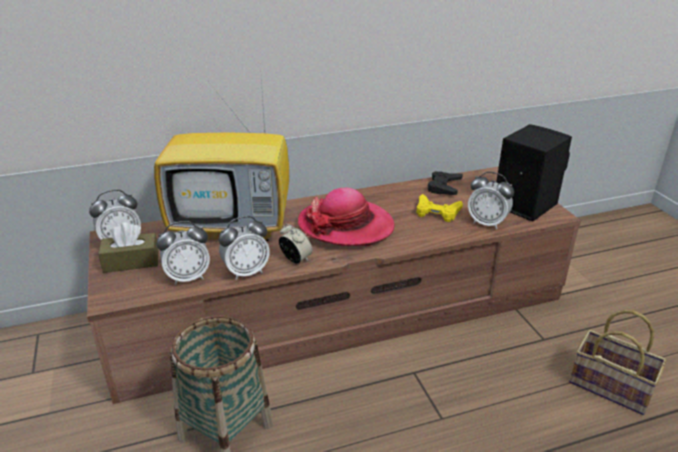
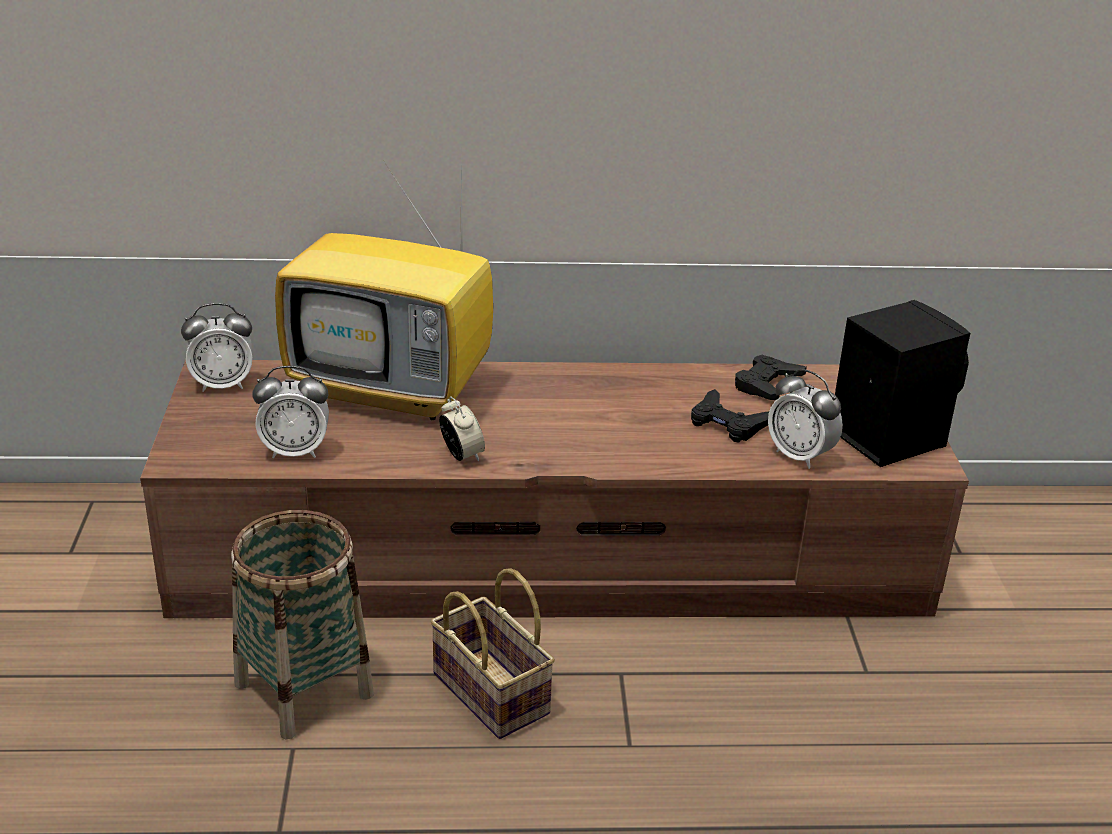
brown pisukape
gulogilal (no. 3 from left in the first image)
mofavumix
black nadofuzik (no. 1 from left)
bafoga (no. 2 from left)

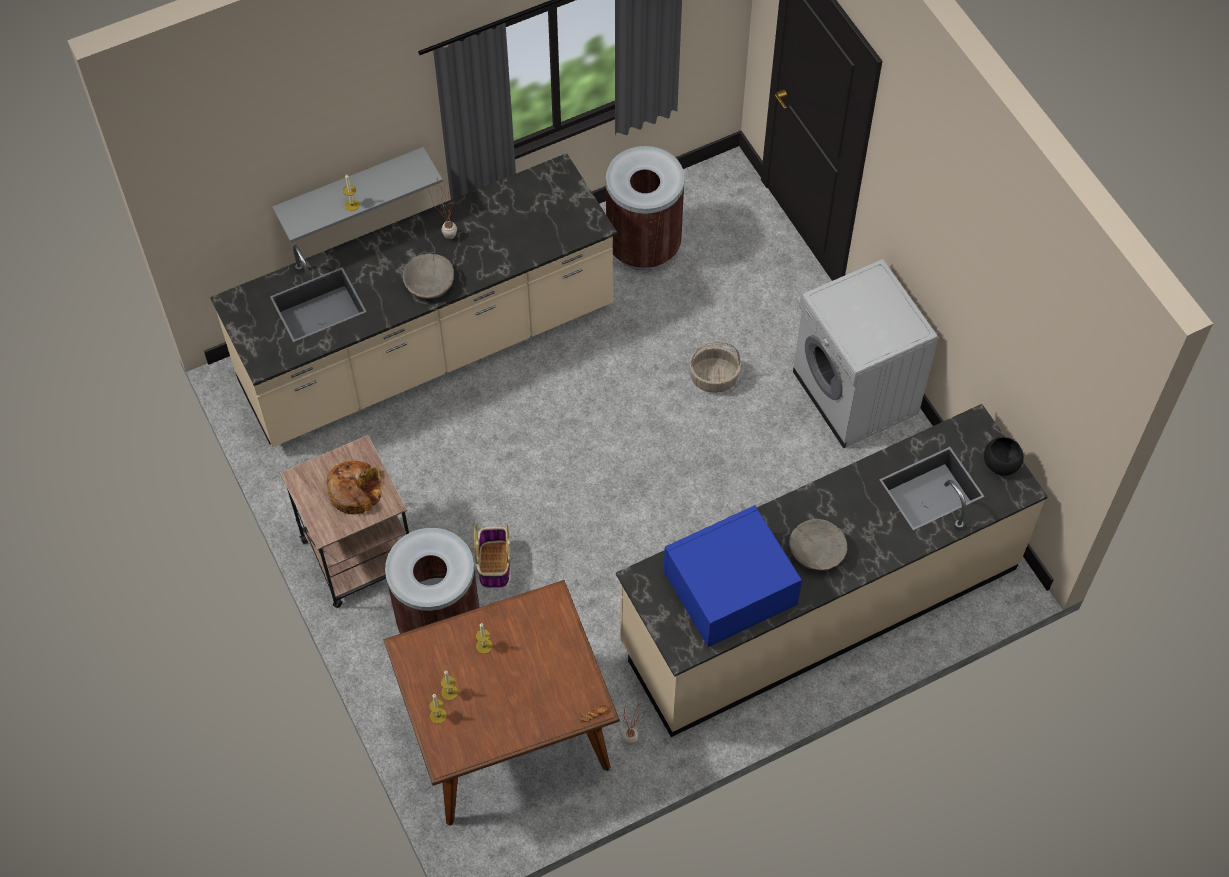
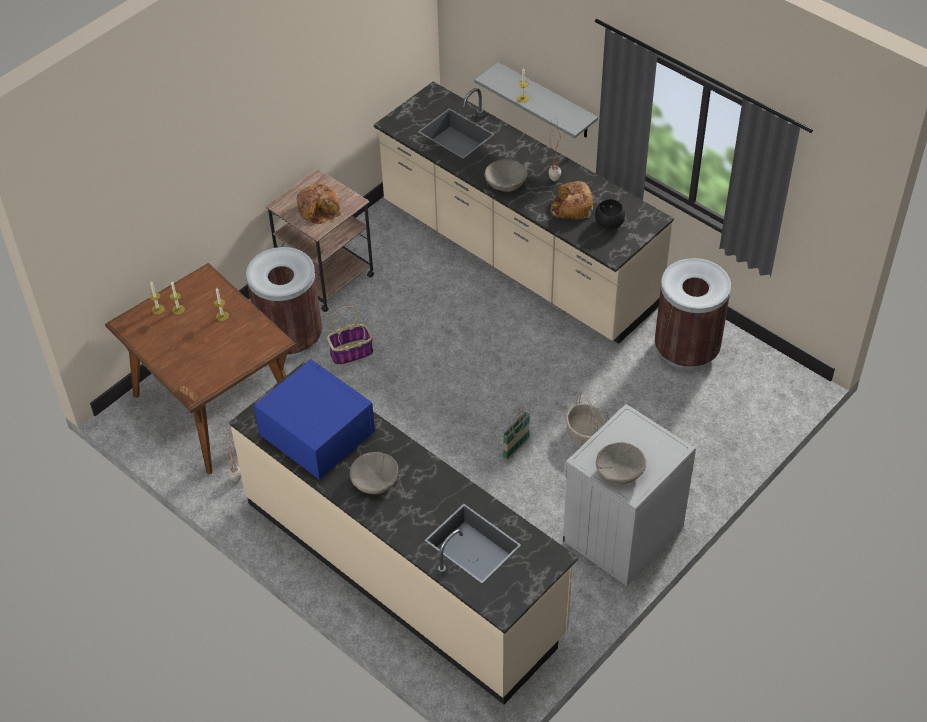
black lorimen
bafoga (no. 2 from left)
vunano (no. 3 from left)
beige lorimen (no. 3 from left)

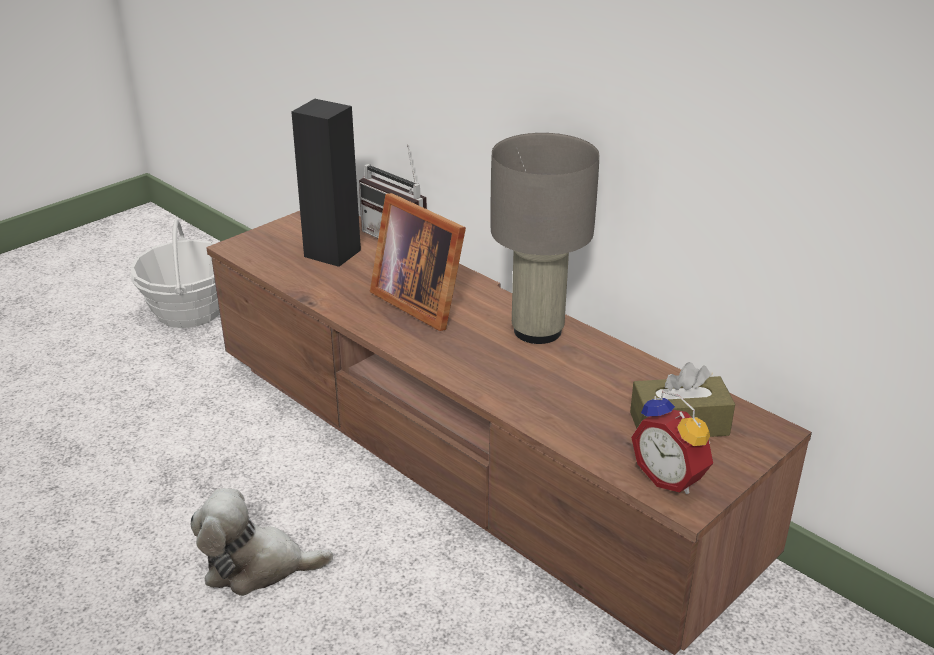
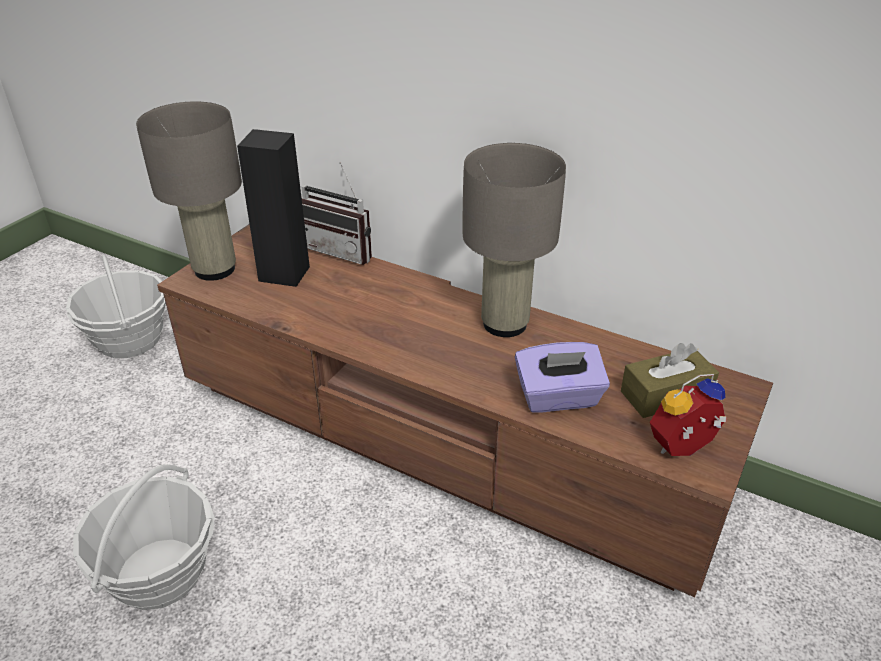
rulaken
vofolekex
gulogilal
bafoga (no. 2 from left)
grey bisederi (no. 1 from left)
purple pisukape

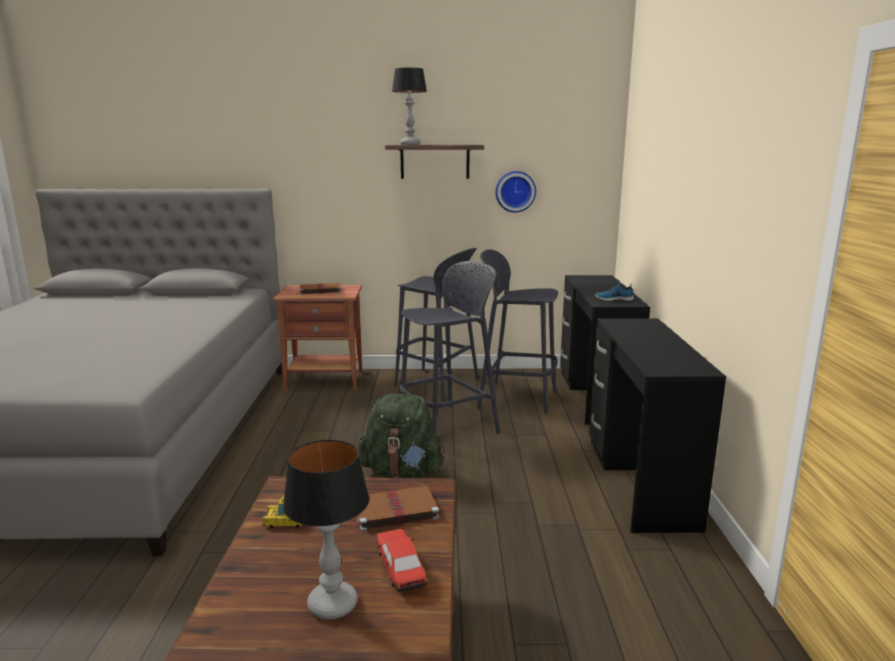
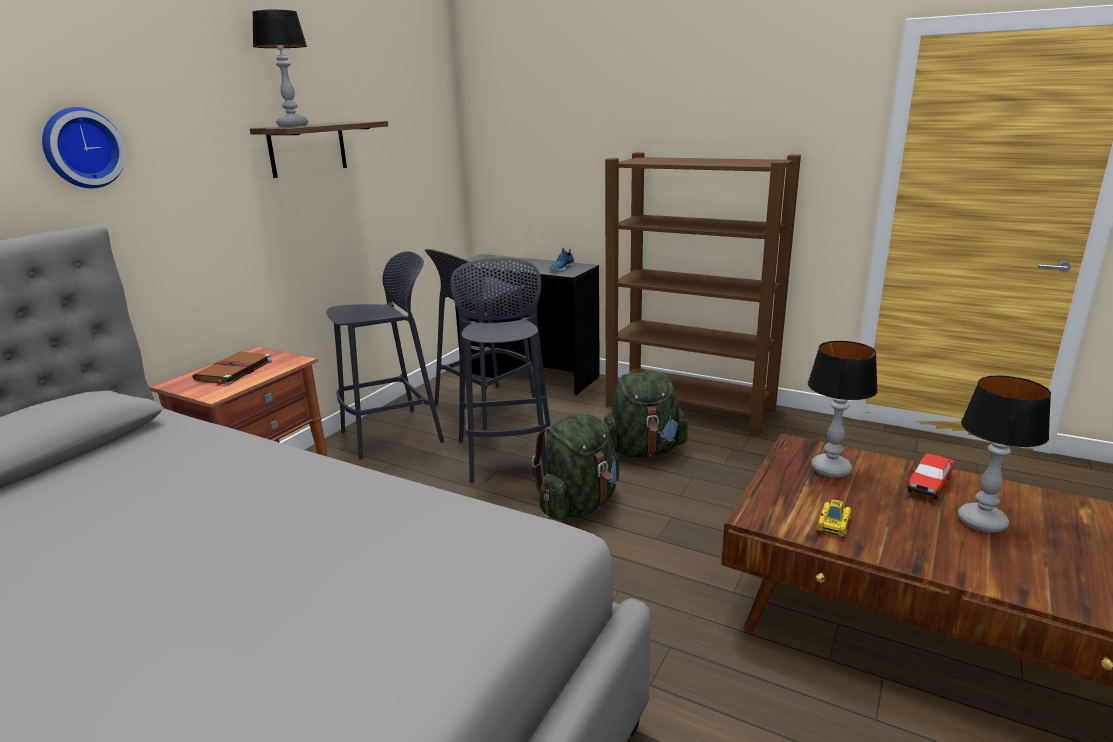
bisederi (no. 2 from left)
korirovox (no. 2 from left)
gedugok
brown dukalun
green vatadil (no. 2 from left)

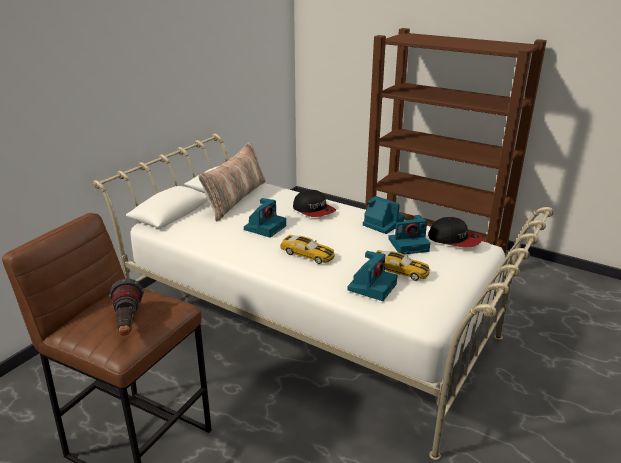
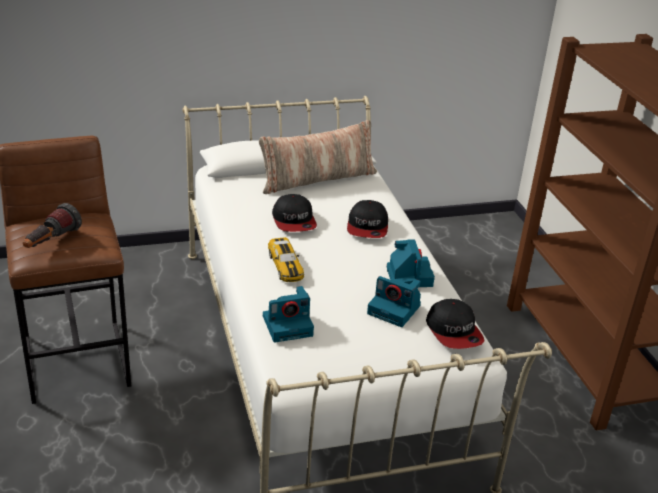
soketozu (no. 1 from left)
korirovox (no. 2 from left in the first image)

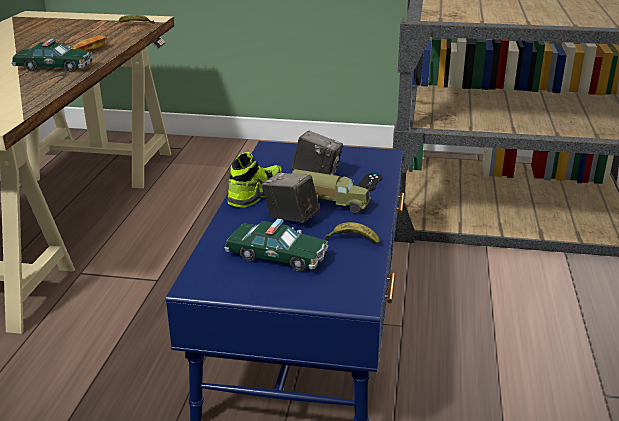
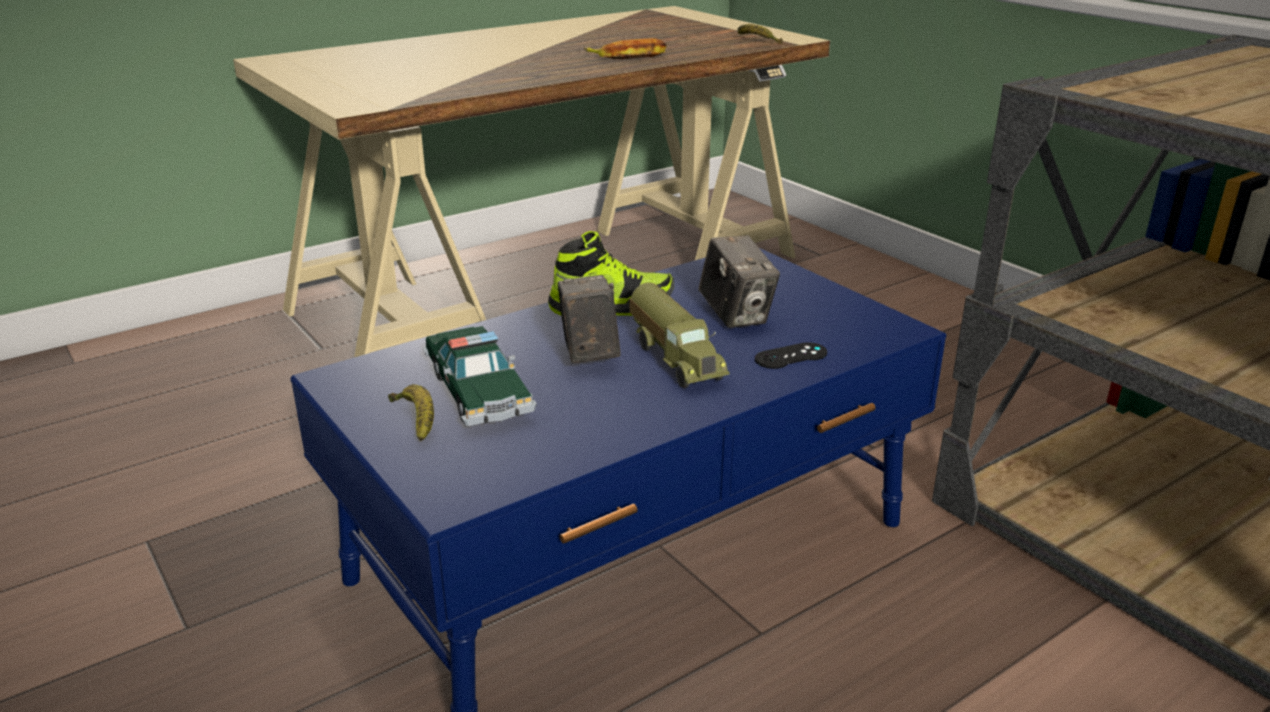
korirovox (no. 1 from left in the first image)
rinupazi (no. 1 from left)

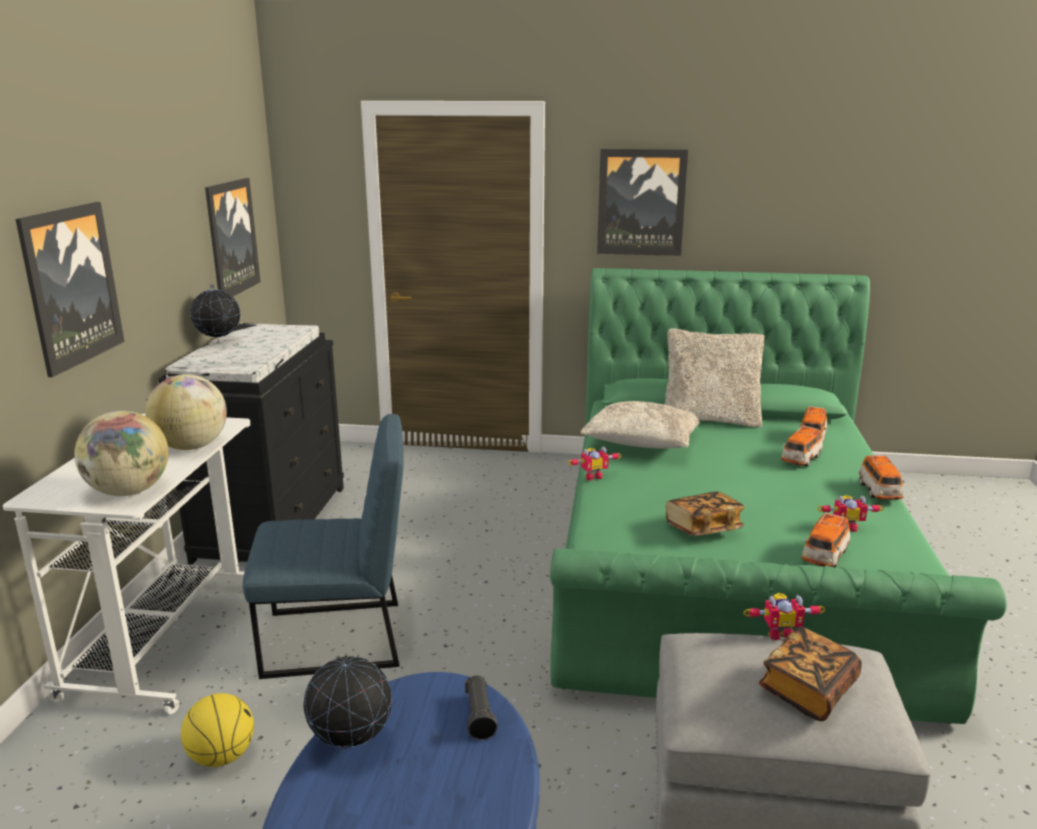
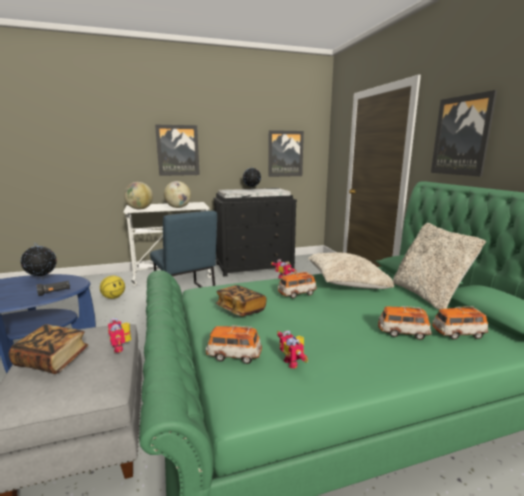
korirovox (no. 2 from left)

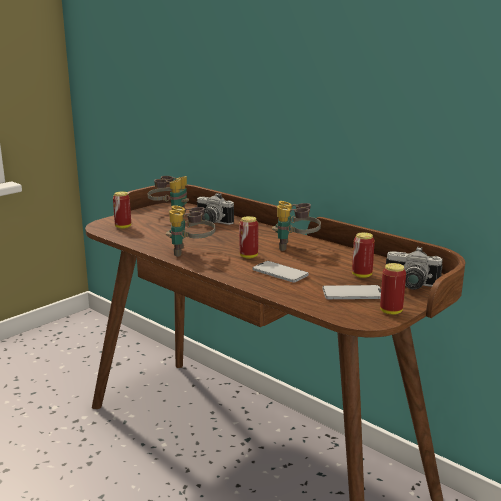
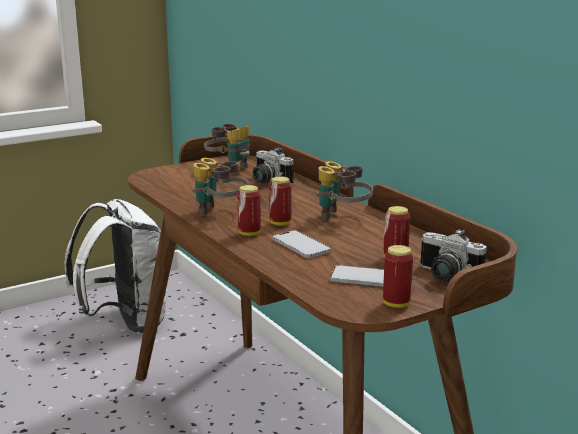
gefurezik (no. 1 from left)
white vatadil

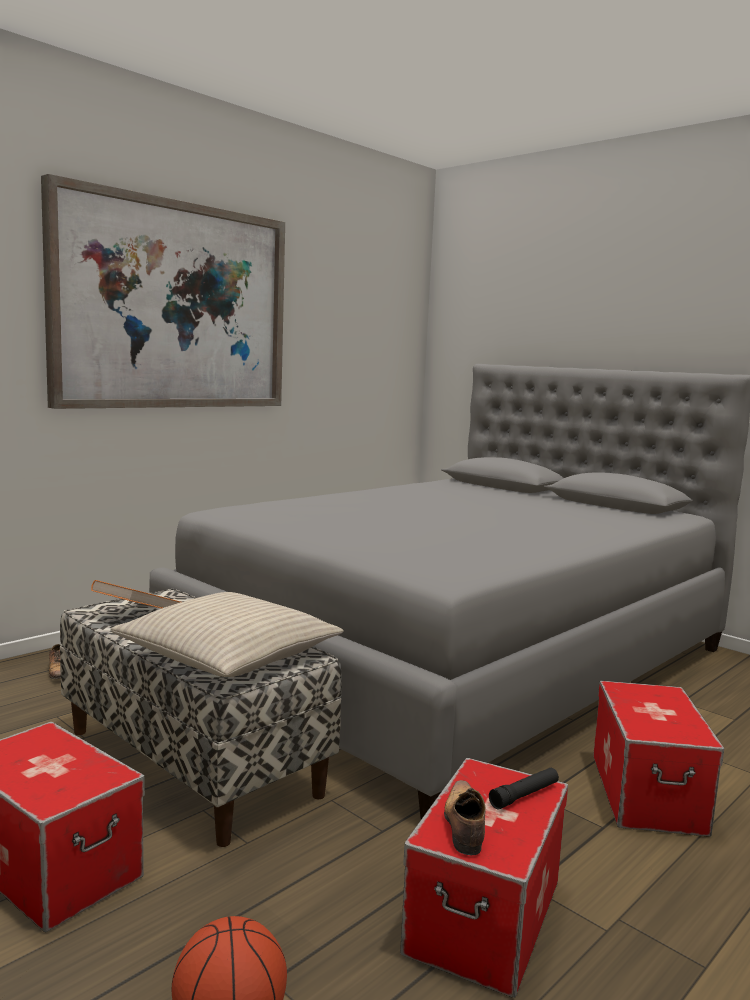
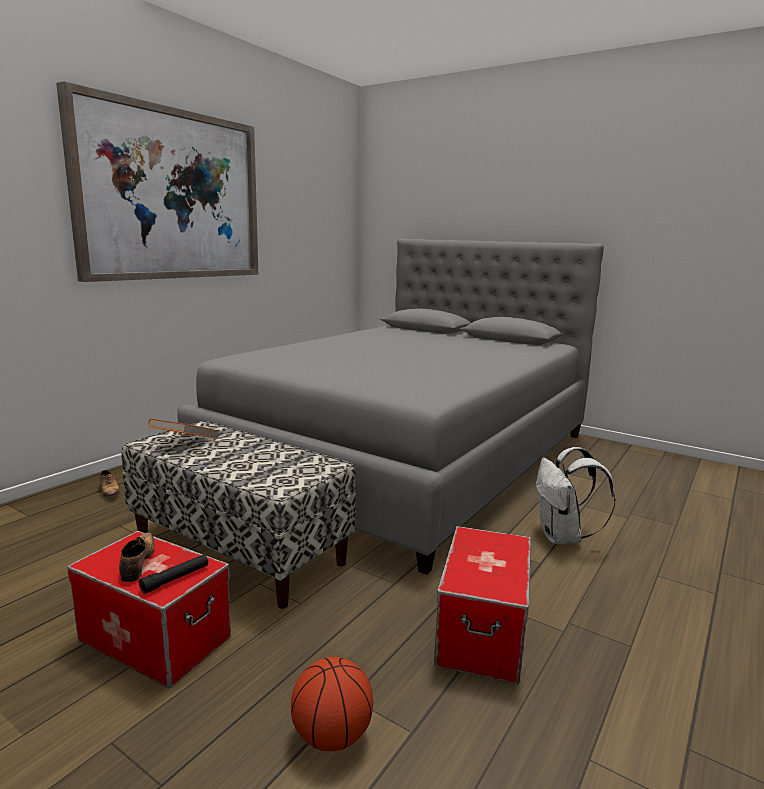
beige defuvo
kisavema (no. 2 from left)
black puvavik
white vatadil

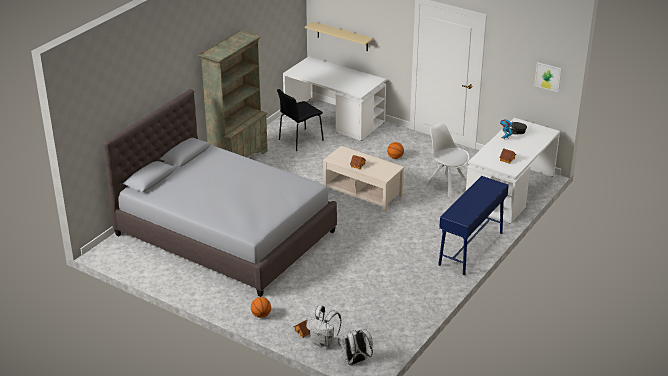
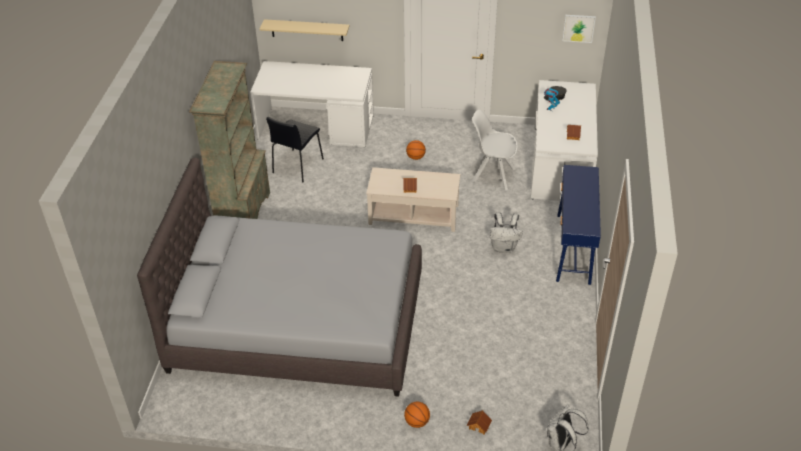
white vatadil (no. 1 from left)

